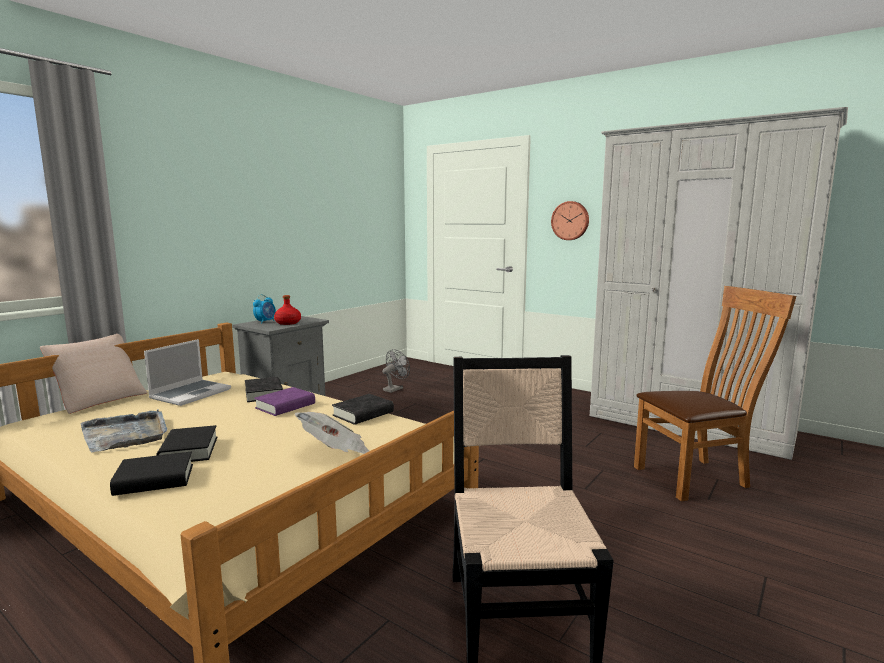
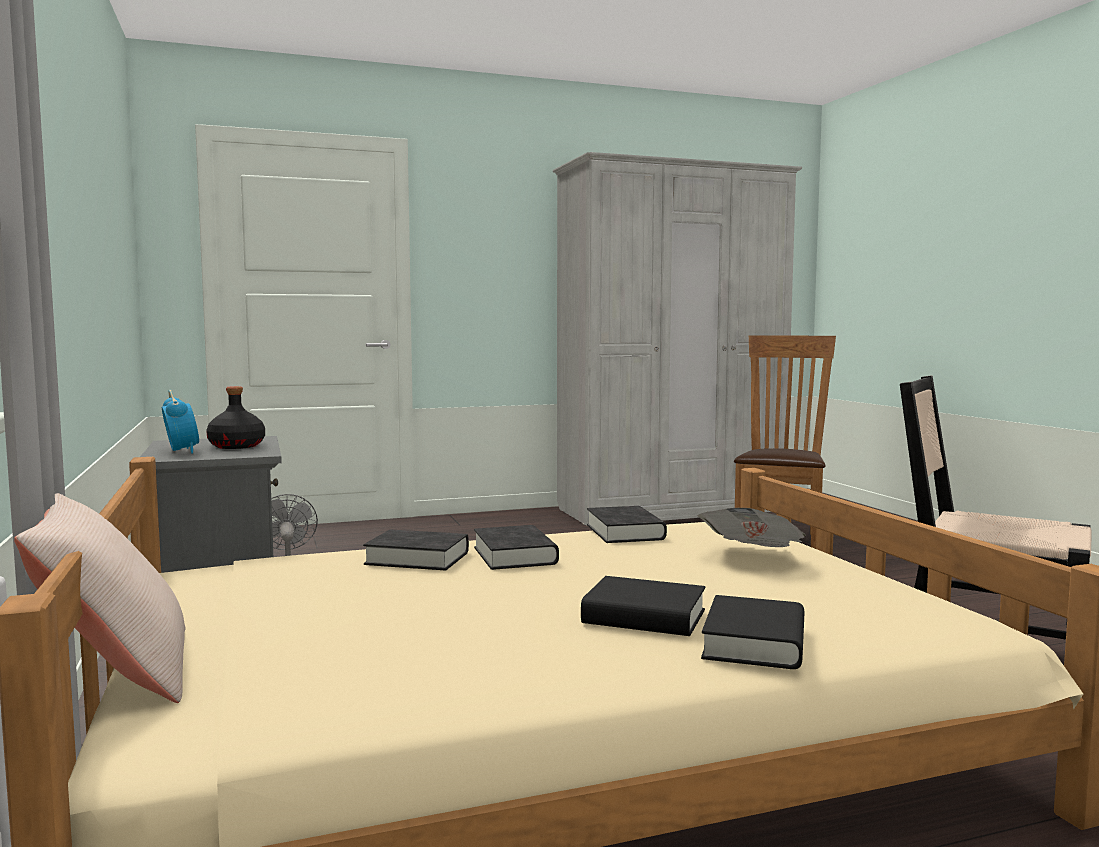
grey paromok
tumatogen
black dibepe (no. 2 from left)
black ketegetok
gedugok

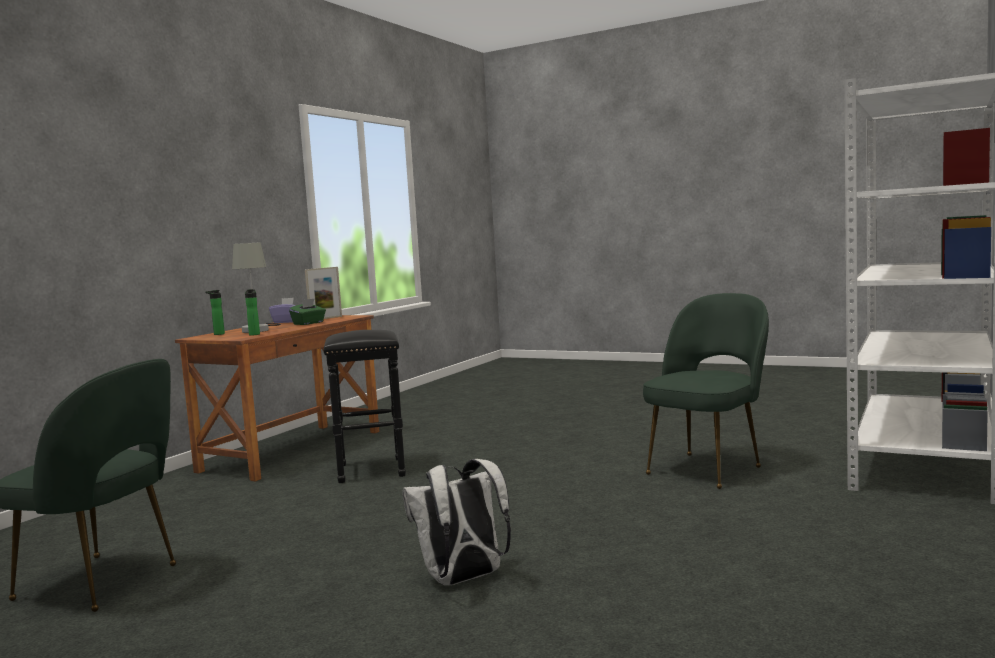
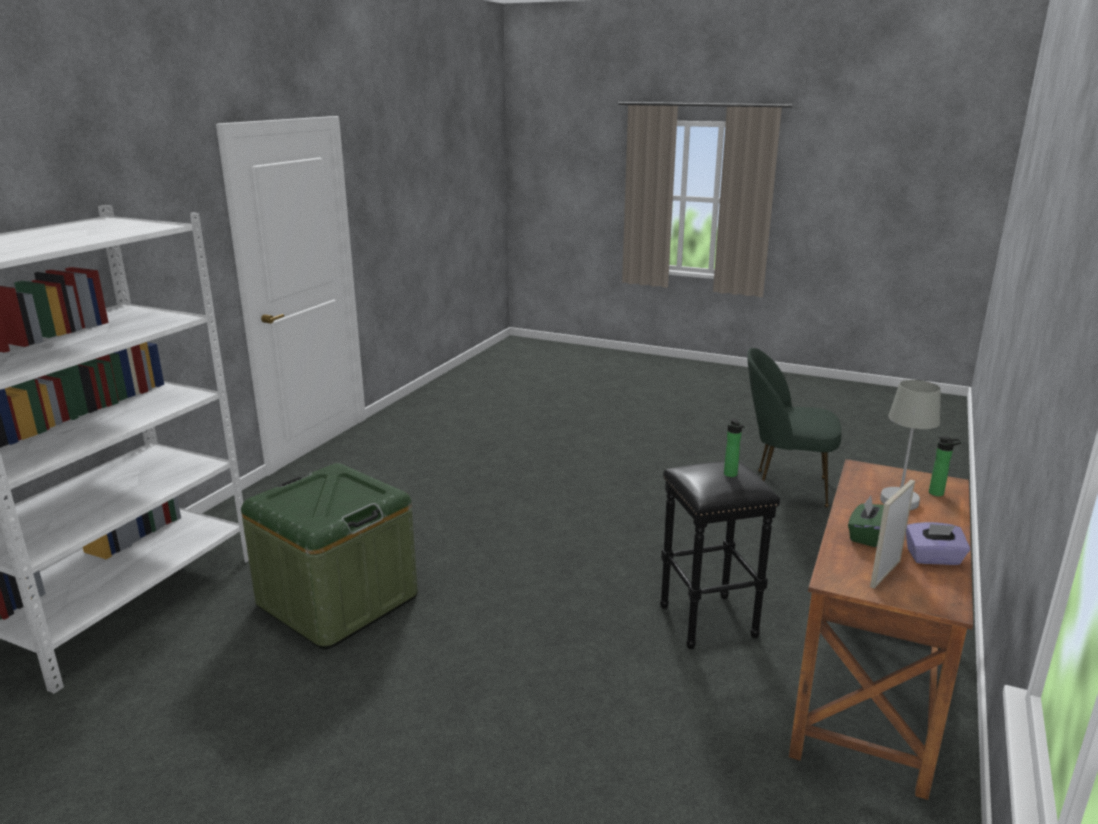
ketegetok (no. 1 from left)
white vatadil
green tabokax

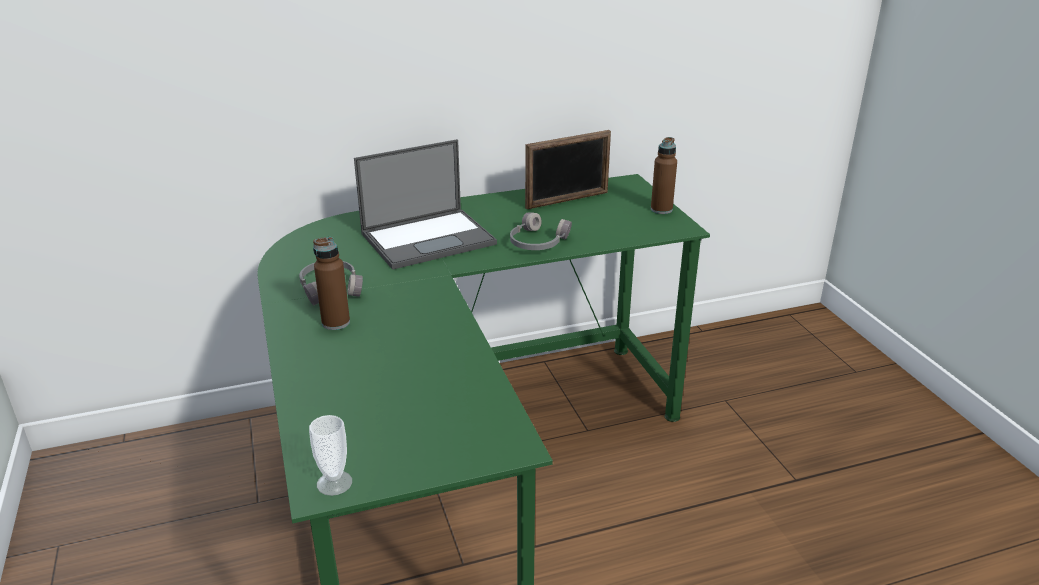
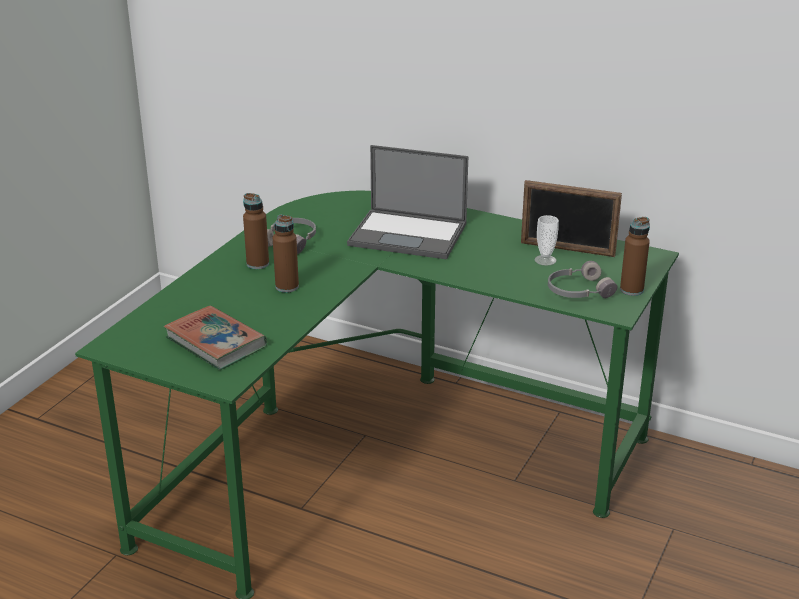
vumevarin
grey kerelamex (no. 2 from left)
dibepe
brown ketegetok (no. 2 from left)

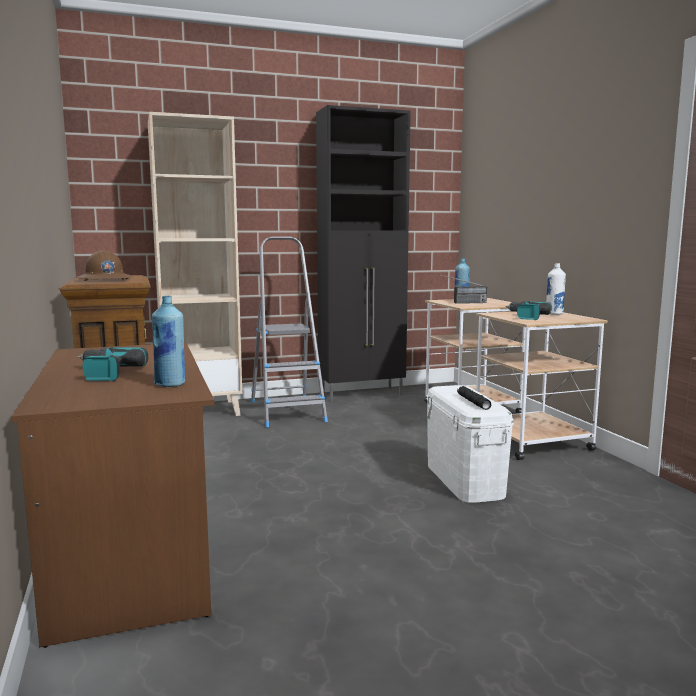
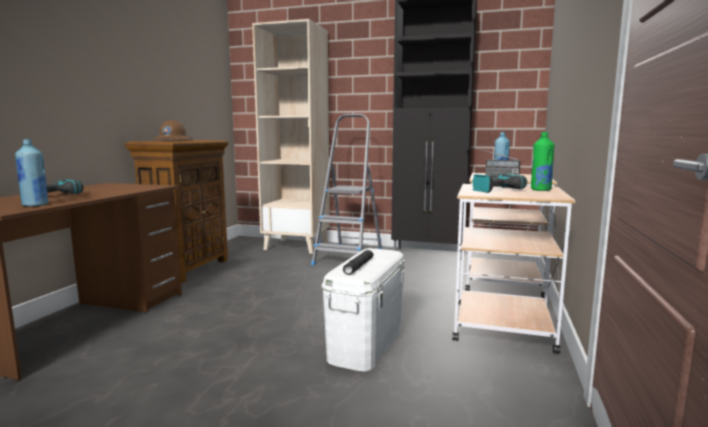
green ketegetok

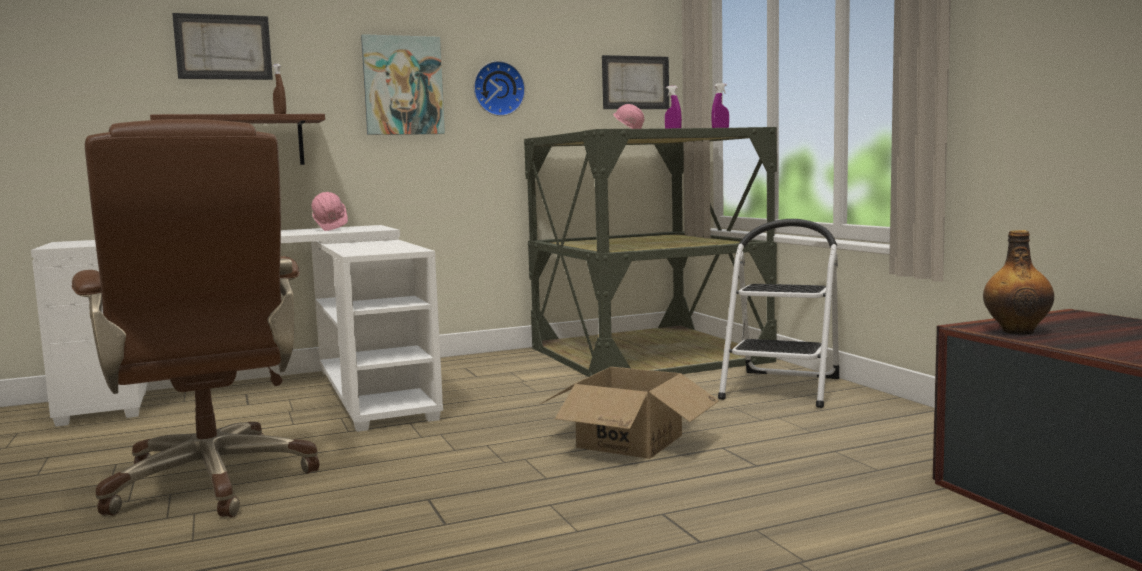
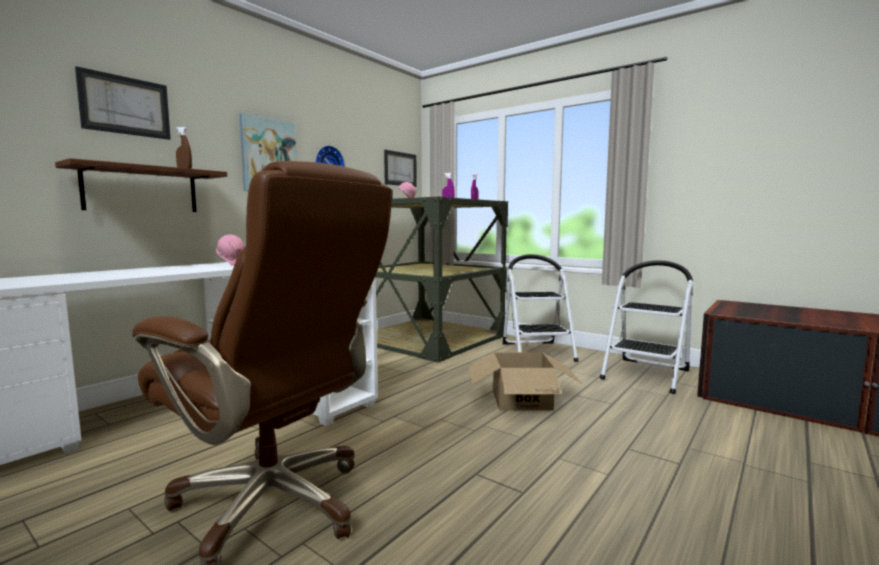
ketegetok
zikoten (no. 2 from left)

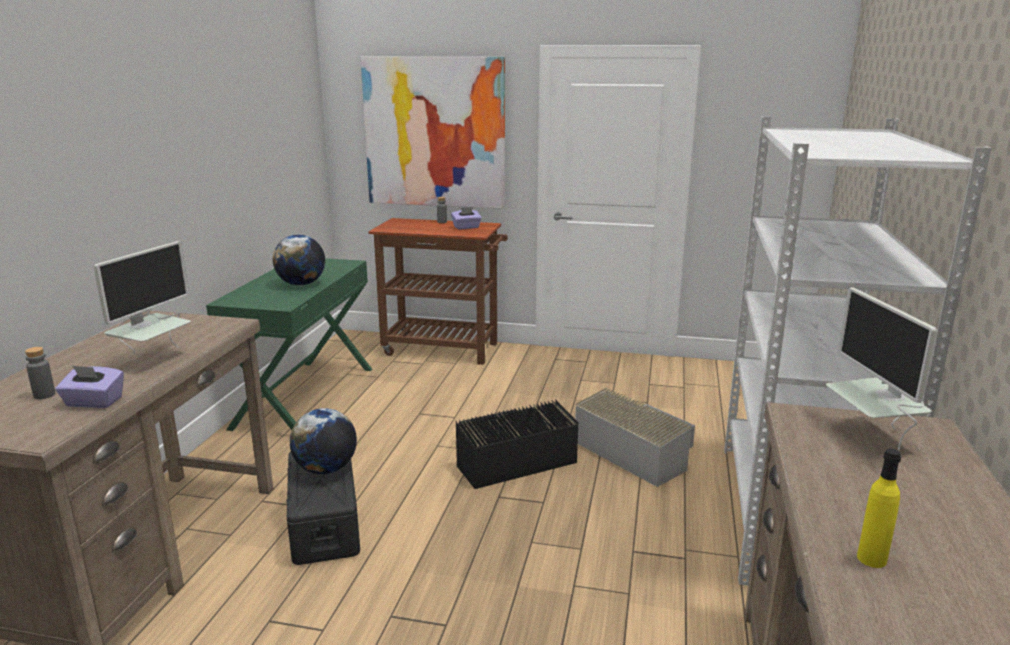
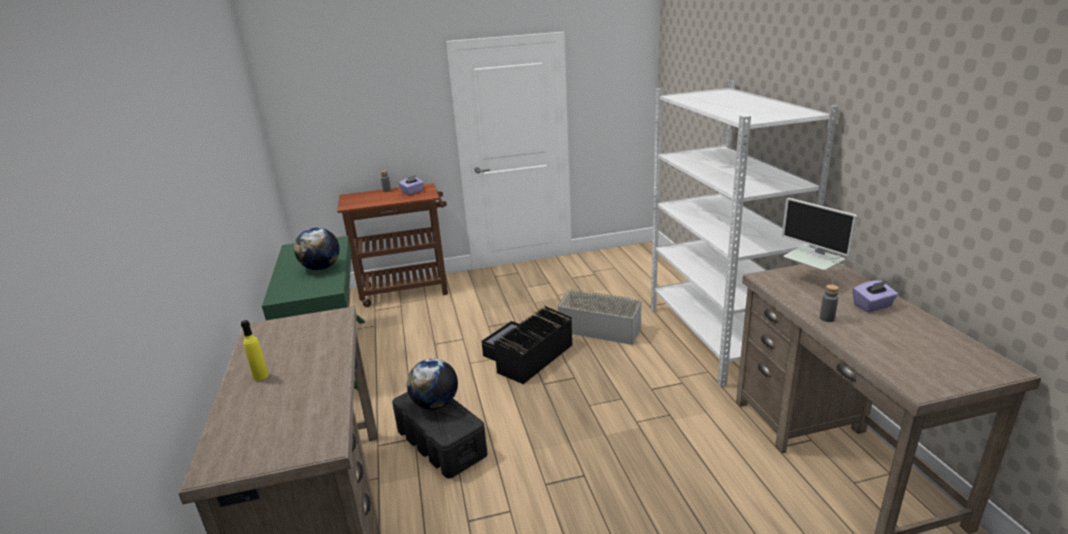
grey ketegetok (no. 2 from left)
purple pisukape (no. 2 from left)
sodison (no. 1 from left in the first image)
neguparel
yellow ketegetok

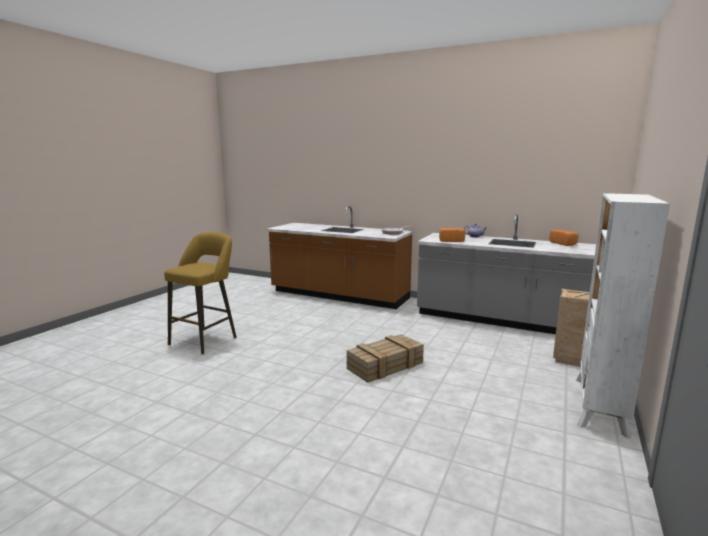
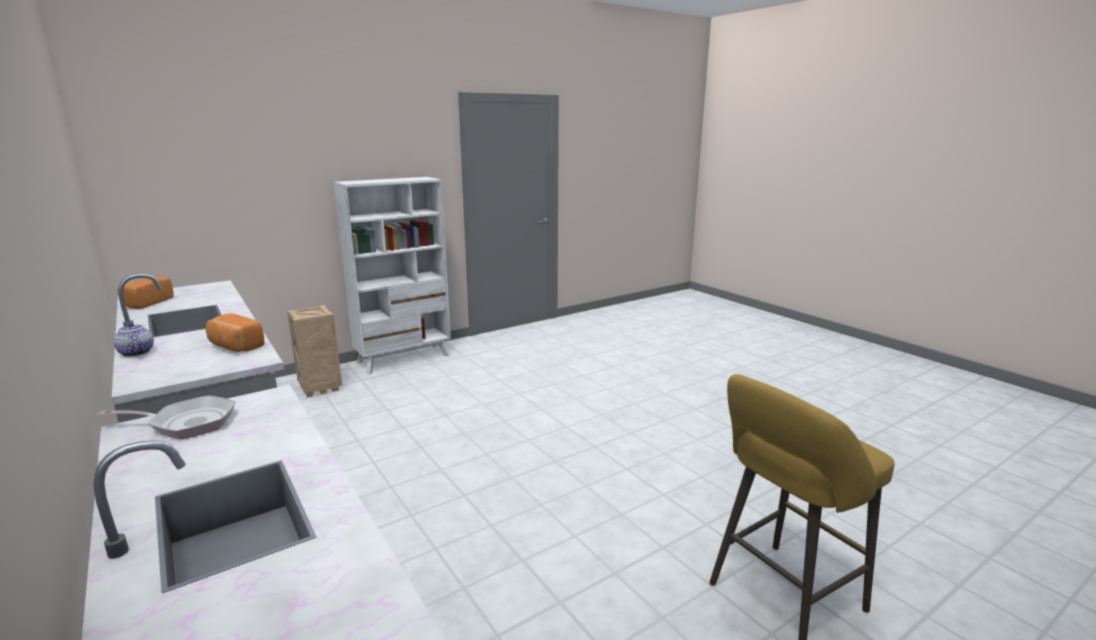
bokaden (no. 1 from left in the first image)

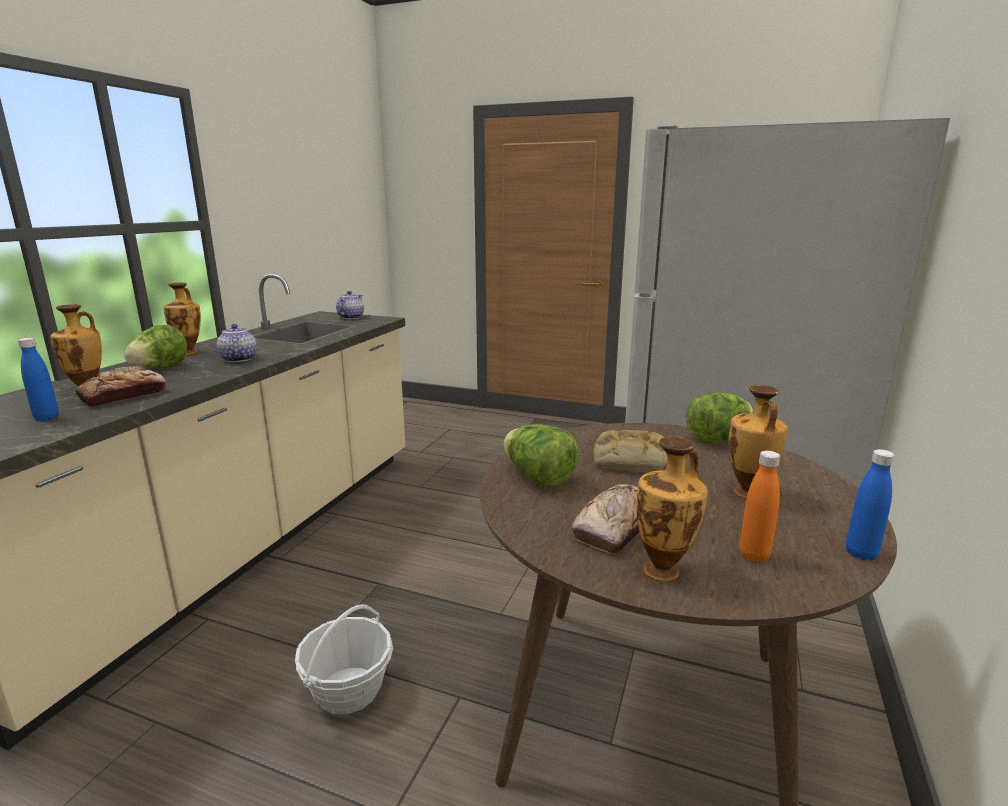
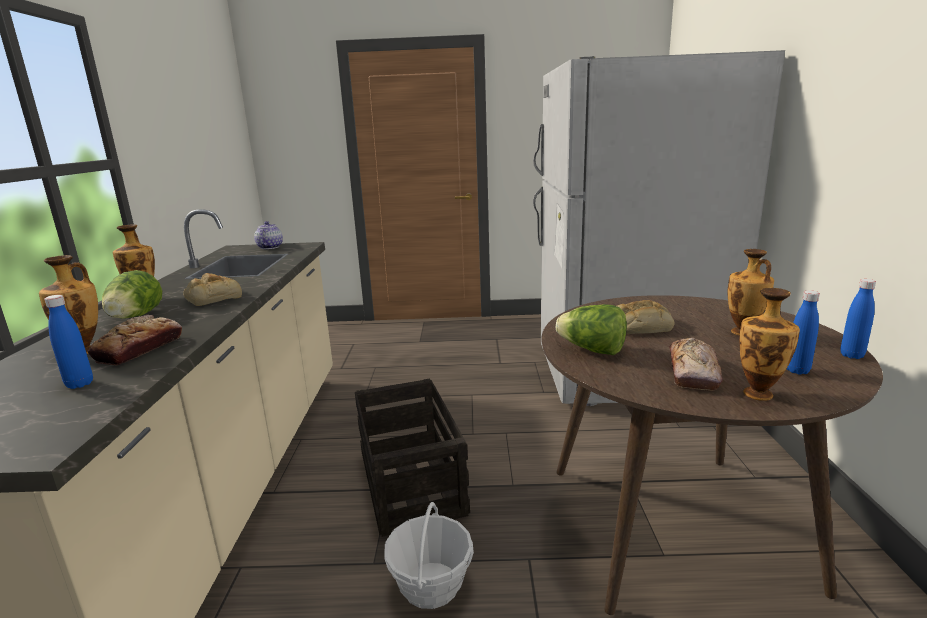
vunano (no. 2 from left)
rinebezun (no. 3 from left in the first image)
blue ketegetok (no. 2 from left)
bokaden

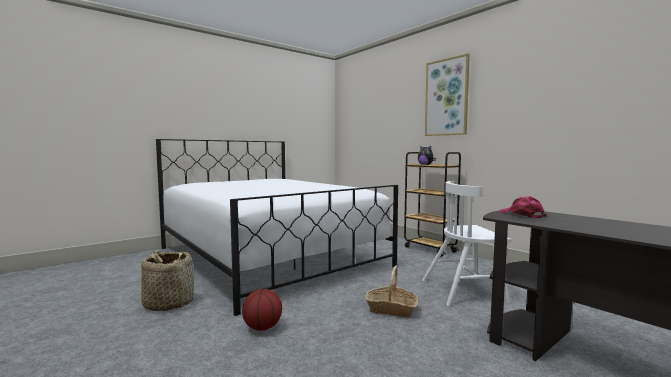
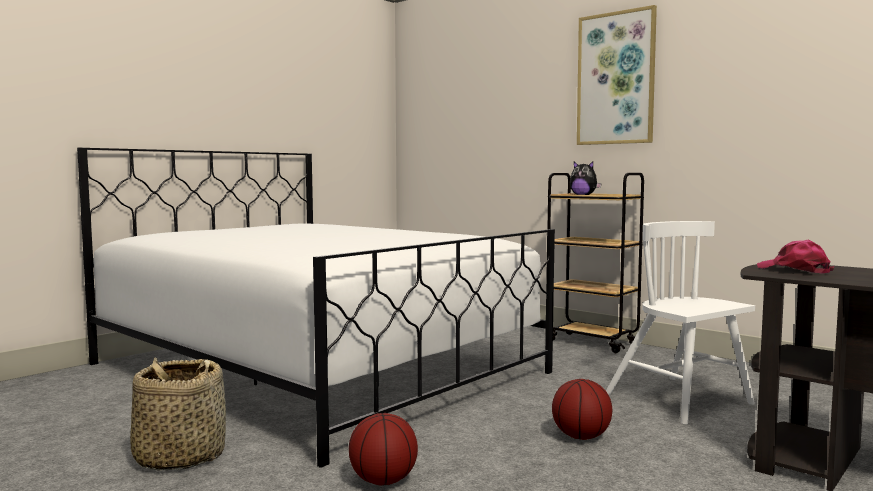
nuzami (no. 2 from left)
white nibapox

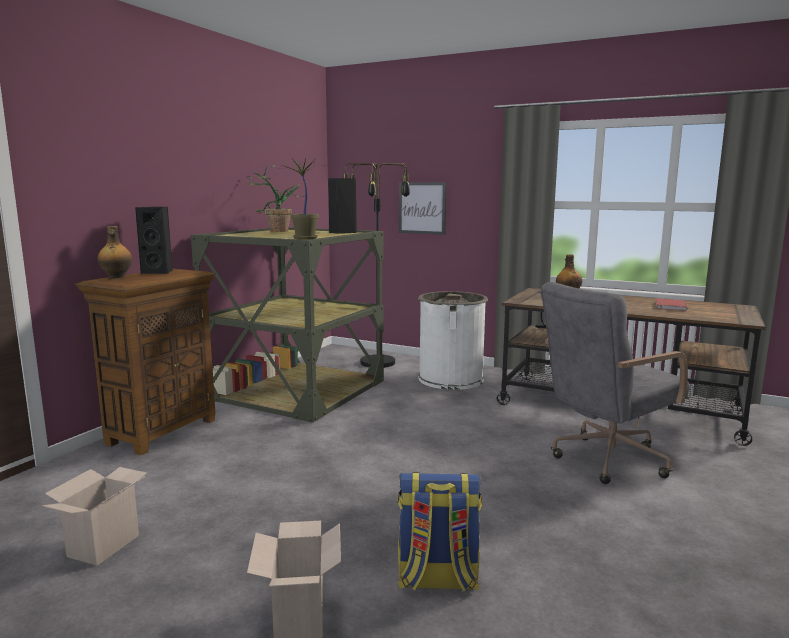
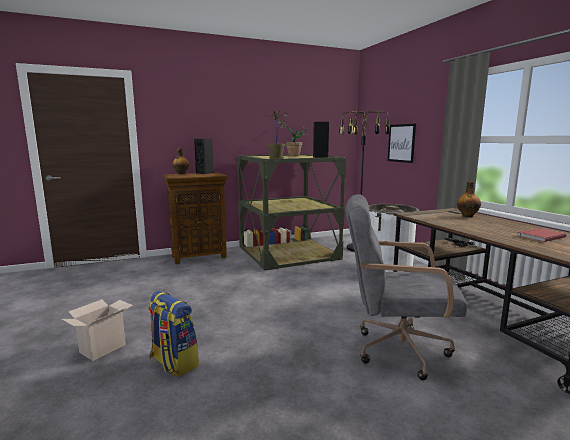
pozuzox (no. 1 from left in the first image)

